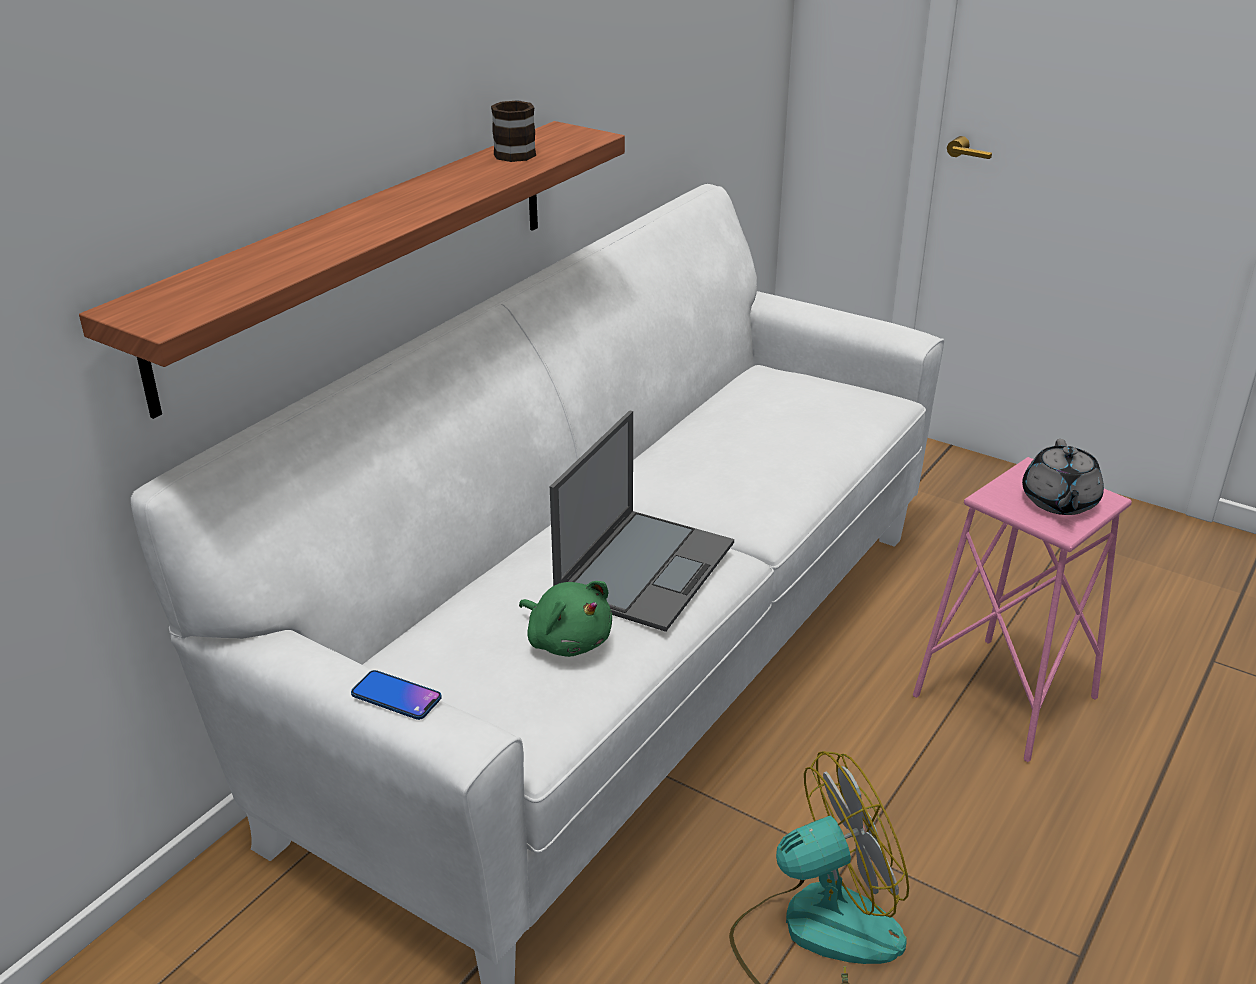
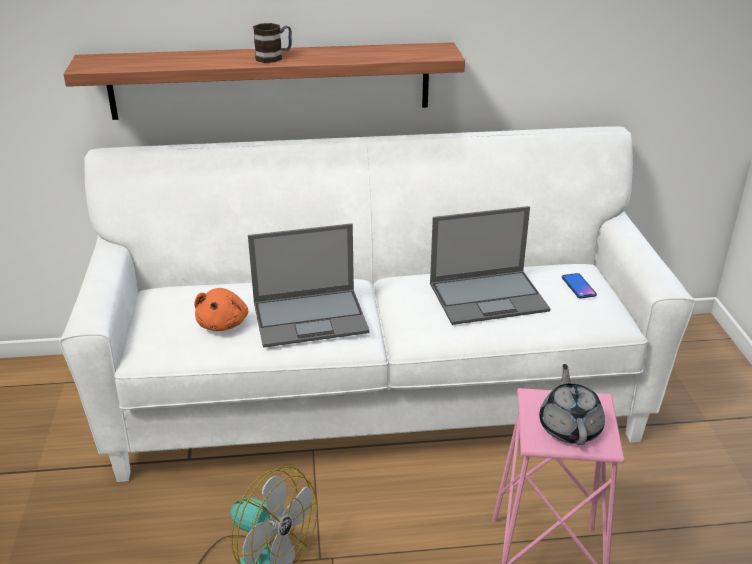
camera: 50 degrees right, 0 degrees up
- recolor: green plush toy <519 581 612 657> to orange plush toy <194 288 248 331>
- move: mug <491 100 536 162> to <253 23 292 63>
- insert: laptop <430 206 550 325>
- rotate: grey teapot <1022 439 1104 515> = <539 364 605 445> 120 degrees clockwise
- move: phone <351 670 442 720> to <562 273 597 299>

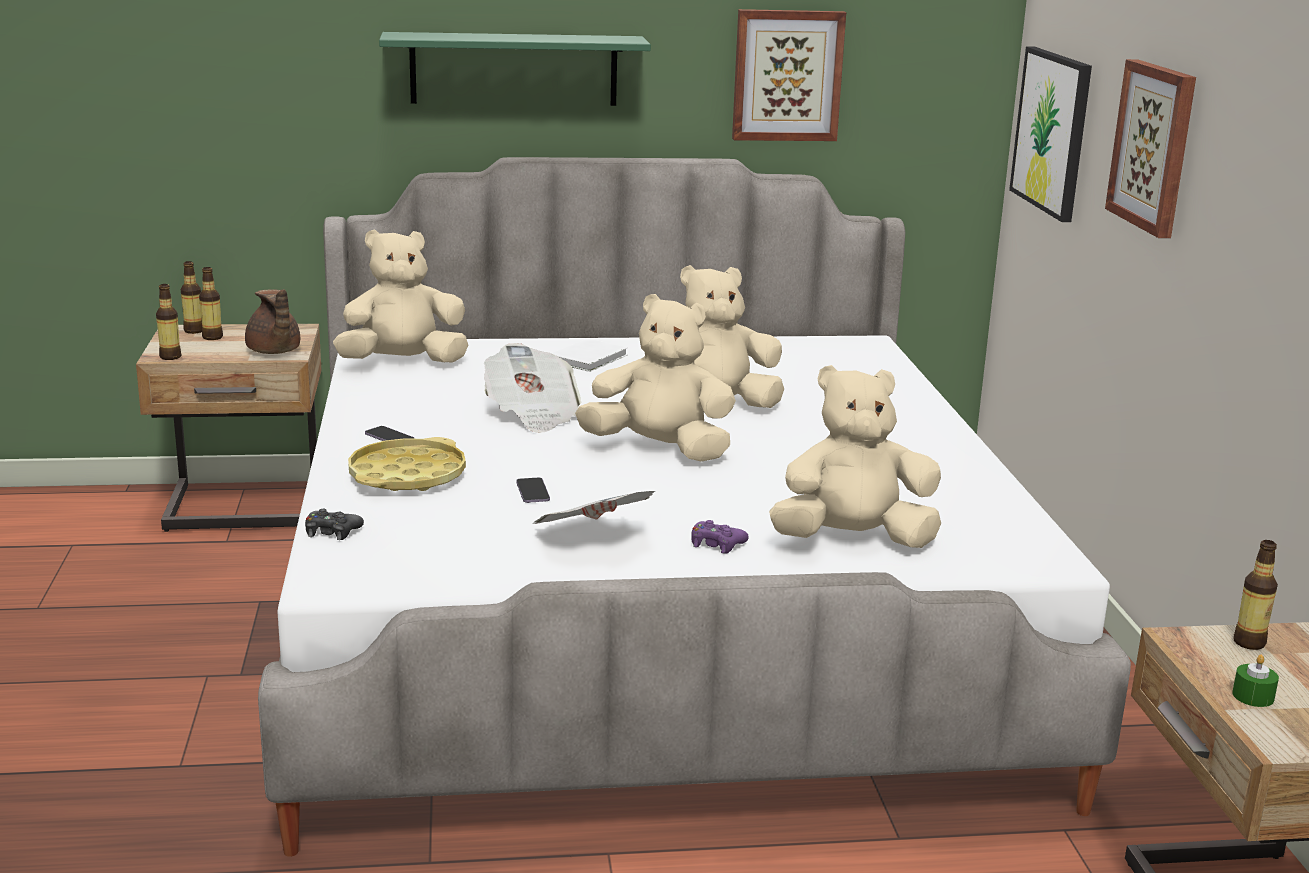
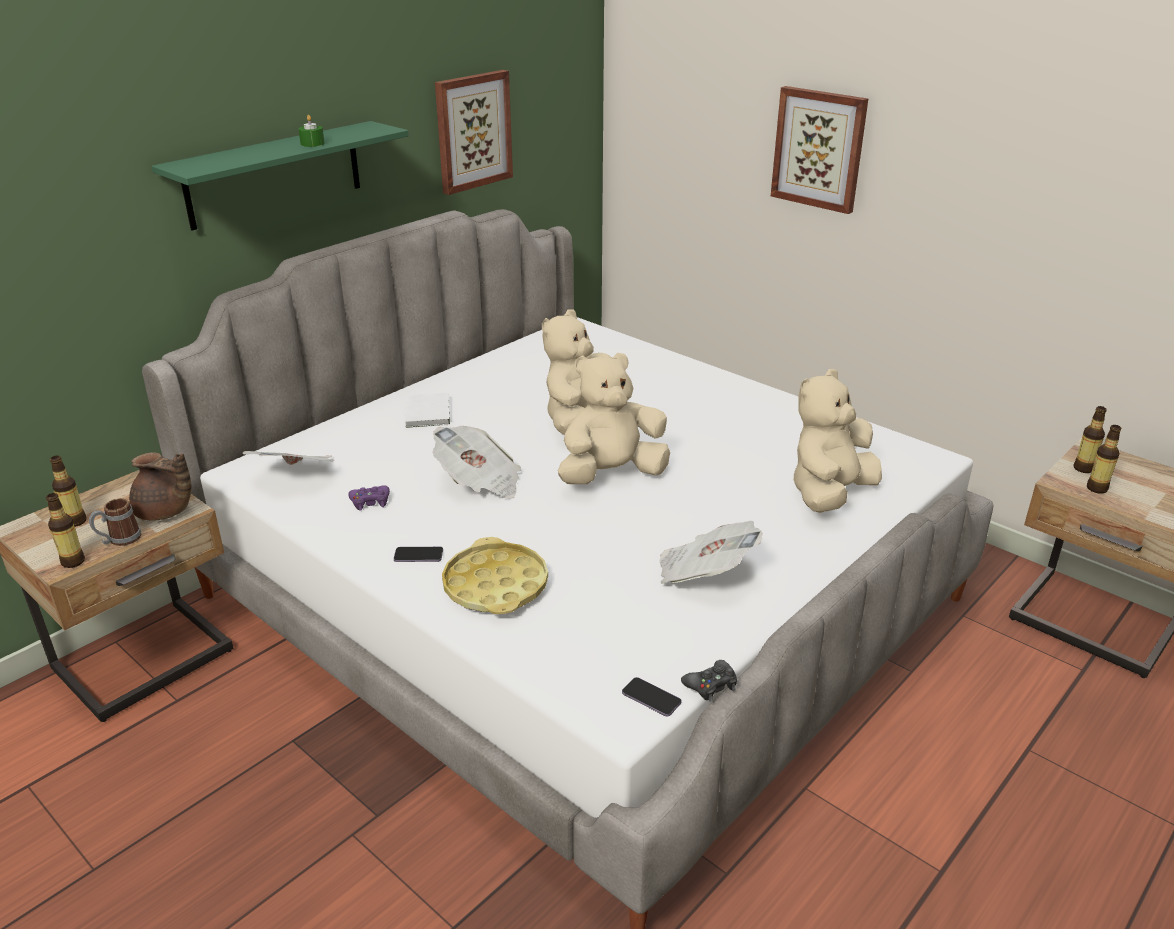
camera: 40 degrees left, 10 degrees up
- insert: mug <89 498 141 546>
- replace: beige plush toy <333 229 468 363> to newspaper <243 451 335 465>
- move: green candle <1232 655 1279 707> to <298 115 325 147>
- move: purple game controller <691 520 749 553> to <348 485 390 511>
- move: phone <516 478 550 503> to <622 677 681 717>
- move: black game controller <305 509 364 540> to <681 660 737 702>
- move: bottle <181 261 202 334> to <1087 425 1121 494>
- delete: picture <1009 46 1092 222>

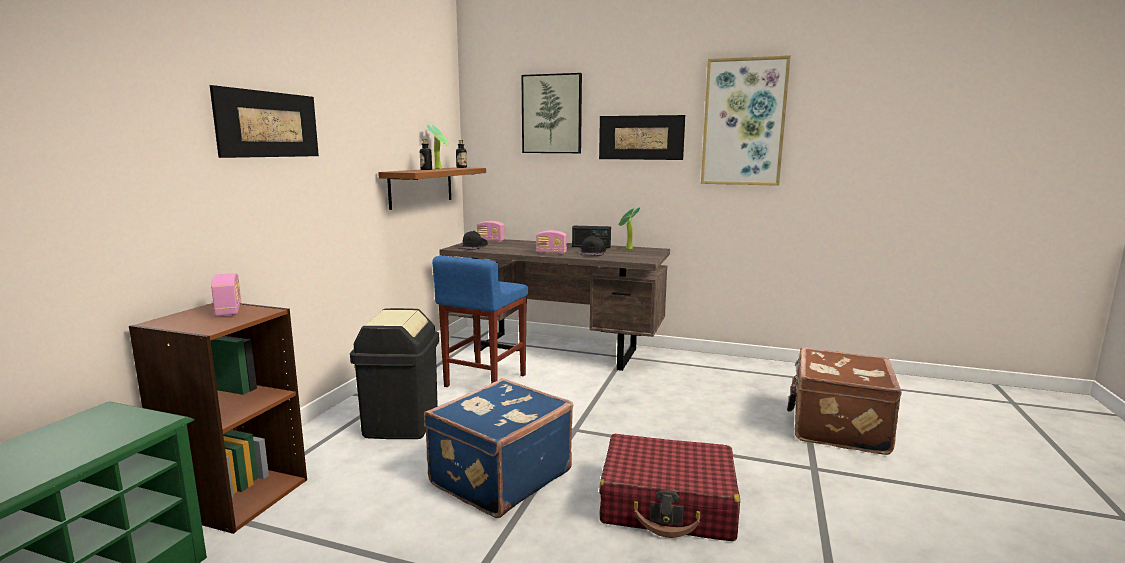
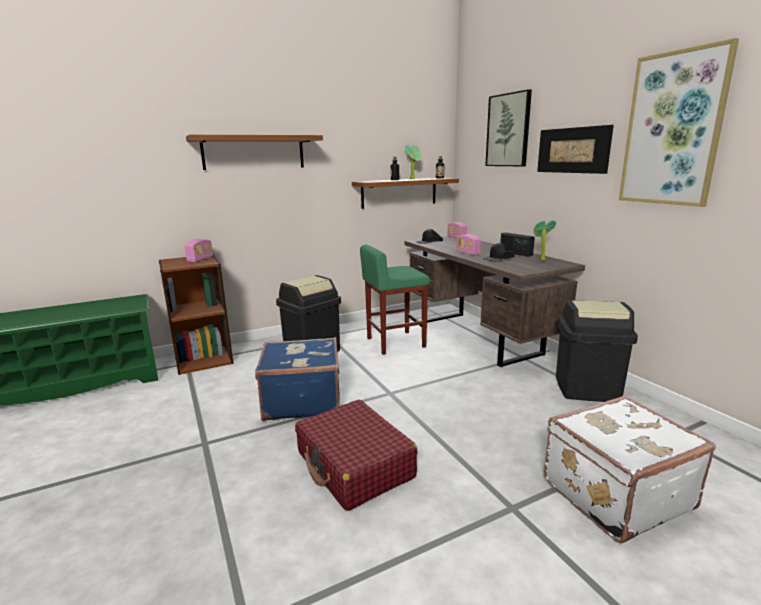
camera: 45 degrees right, 5 degrees up
- replace: picture <210 85 319 158> to shelf <186 135 323 170>
- recolor: blue stool <432 256 528 387> to green stool <360 245 430 355>
- recolor: brown suitcase <787 347 902 455> to white suitcase <544 396 716 543>
- insert: black trash can <556 300 638 402>

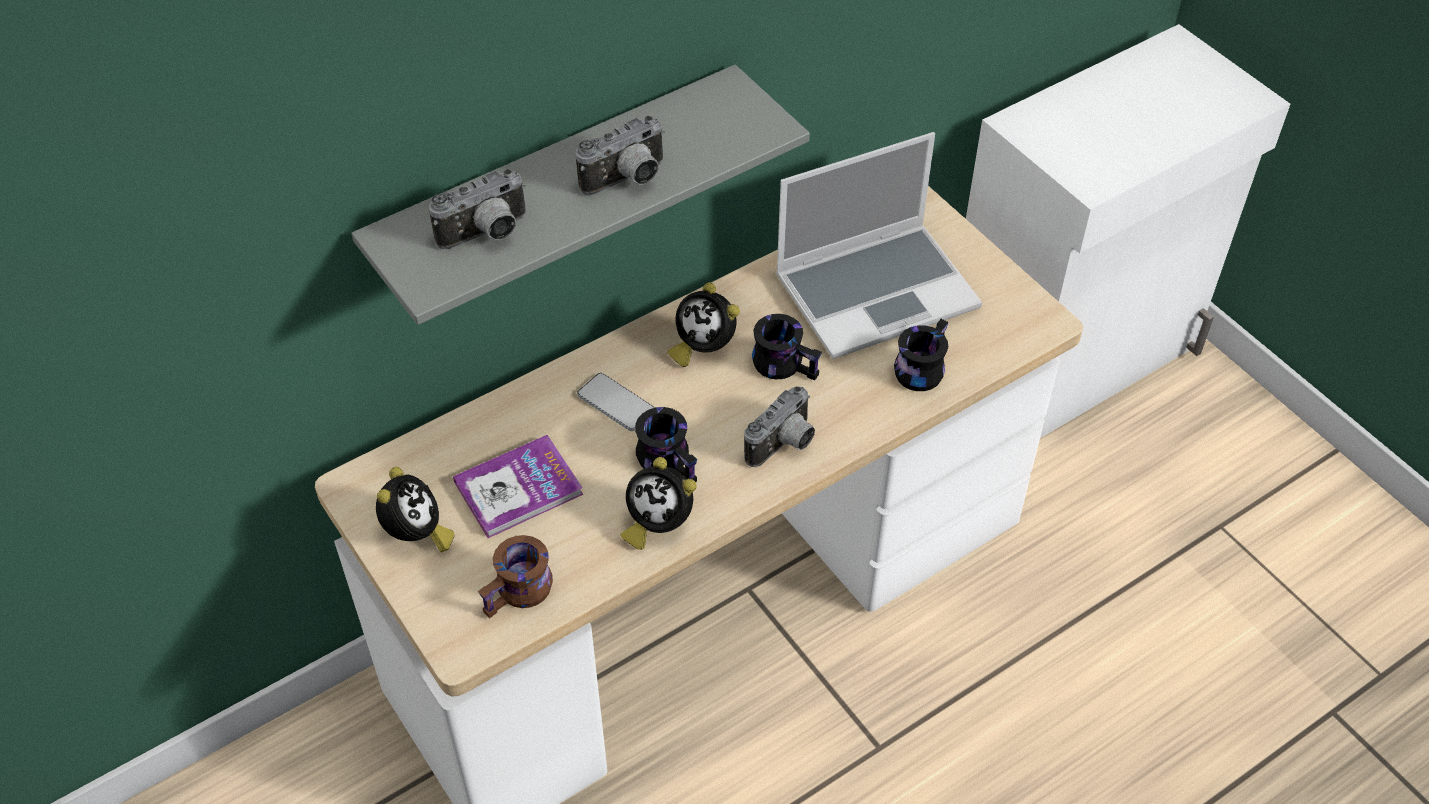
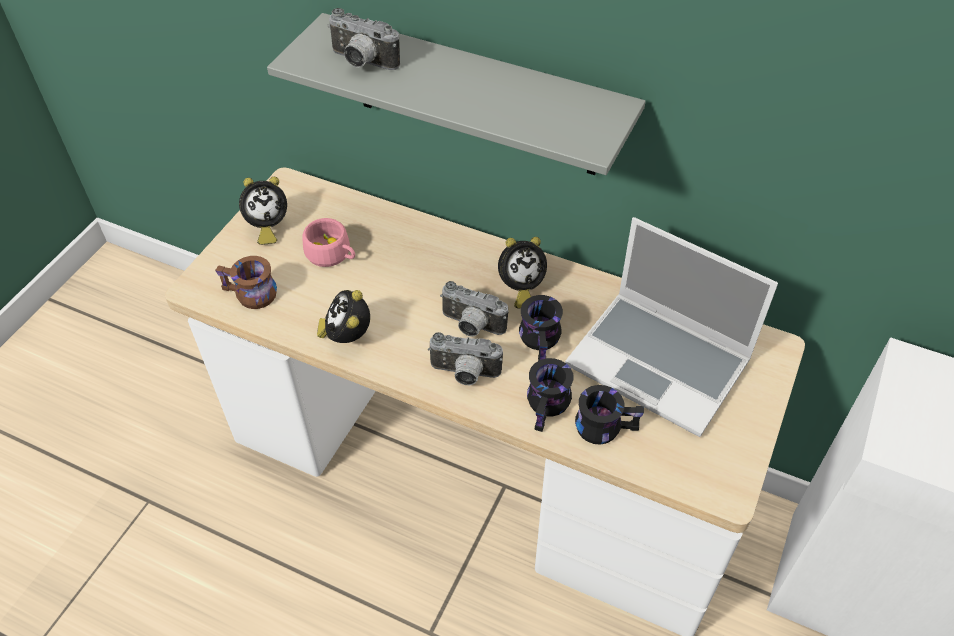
camera: 60 degrees right, 0 degrees up
- replace: book <453 435 584 538> to pink cup <302 218 355 267>
- move: photo camera <576 116 665 195> to <440 281 508 337>
- rotate: alarm clock <667 282 740 367> = <498 237 547 308> 120 degrees counterclockwise
- move: black mug <635 407 697 482> to <527 358 574 432>
- delete: phone <577 373 655 431>

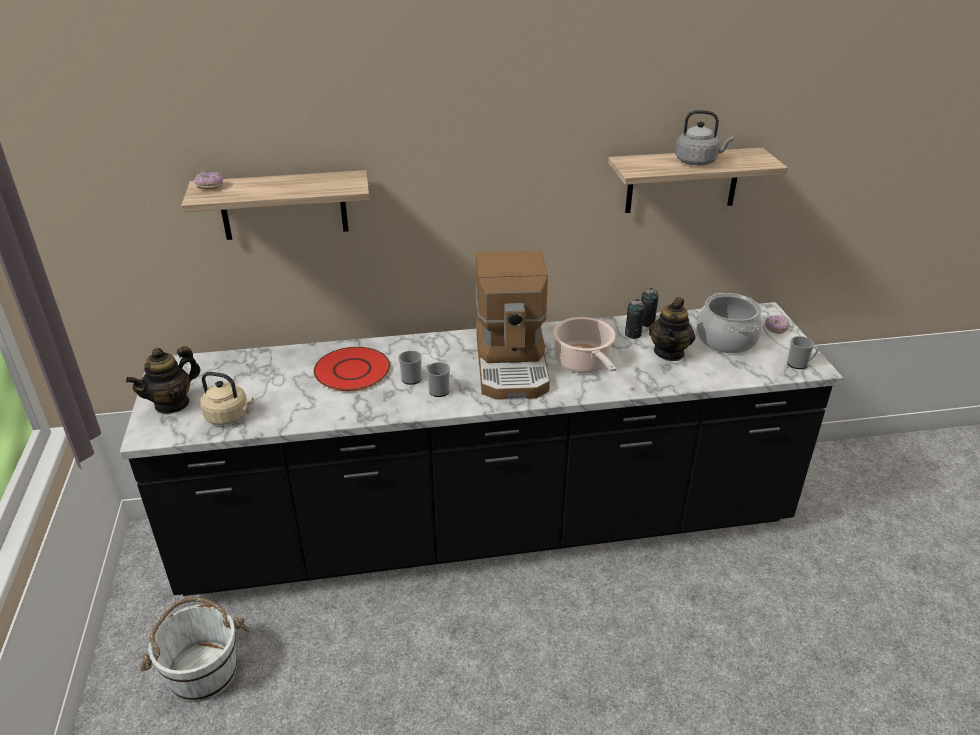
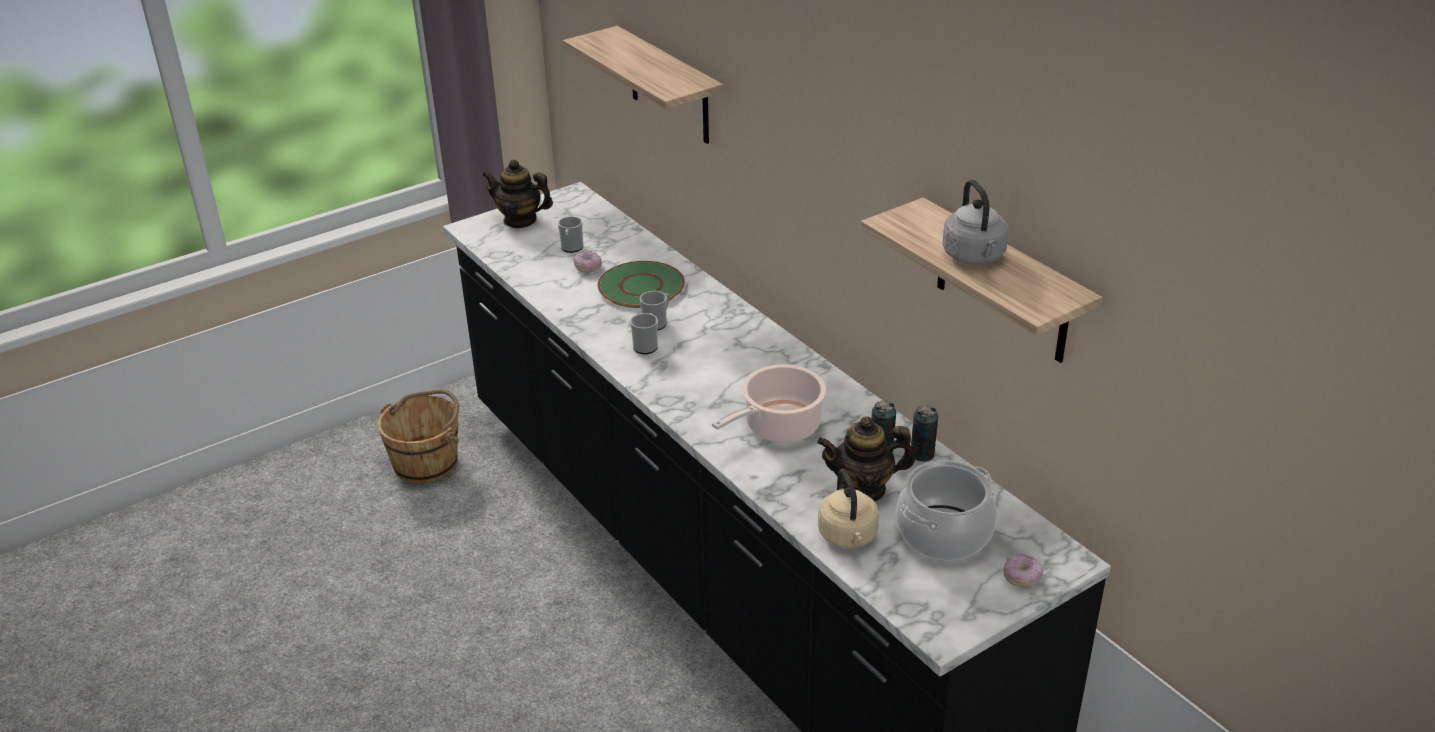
camera: 65 degrees right, 0 degrees up
- recolor: white bucket <140 597 250 702> to brown bucket <377 389 459 483>
- move: mug <787 336 819 369> to <558 216 583 253>
- move: donut <194 172 223 190> to <573 251 602 273>
- recolor: red plate <314 347 390 391> to green plate <598 261 685 308>
- move: beige kettle <200 372 254 425> to <818 469 879 548>
- delete: coffee machine <475 251 550 400>

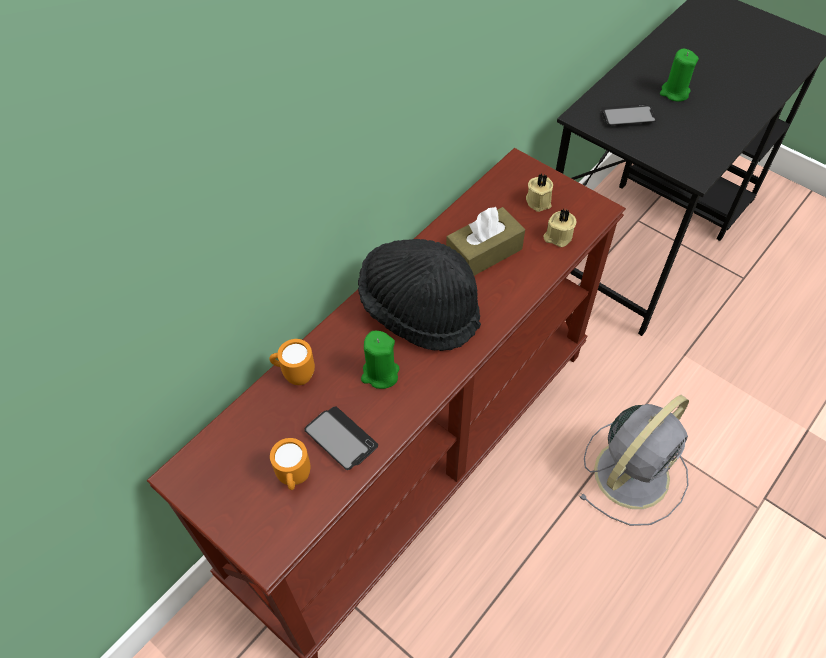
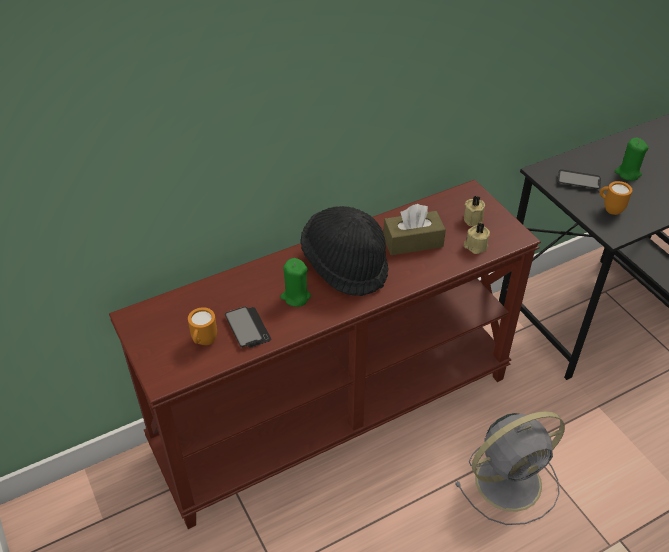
camera: 20 degrees right, 10 degrees down
- move: orange mug <269 339 315 385> to <600 181 632 215>

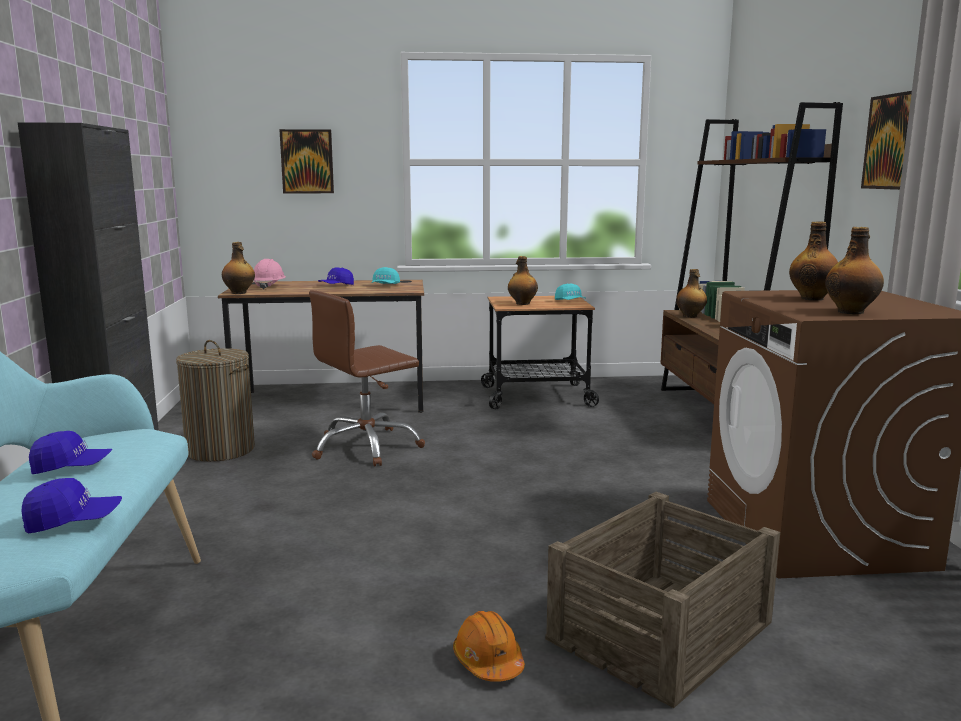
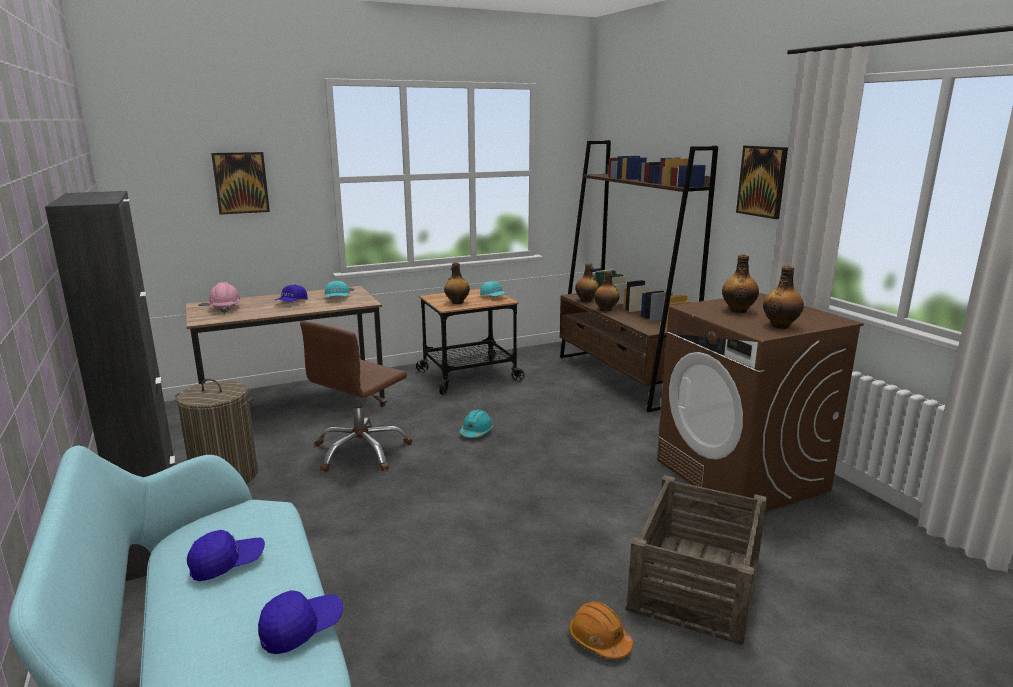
camera: 20 degrees left, 5 degrees up
- insert: turquoise hard hat <460 409 493 438>
- move: bottle <222 242 255 294> to <594 271 619 312>

